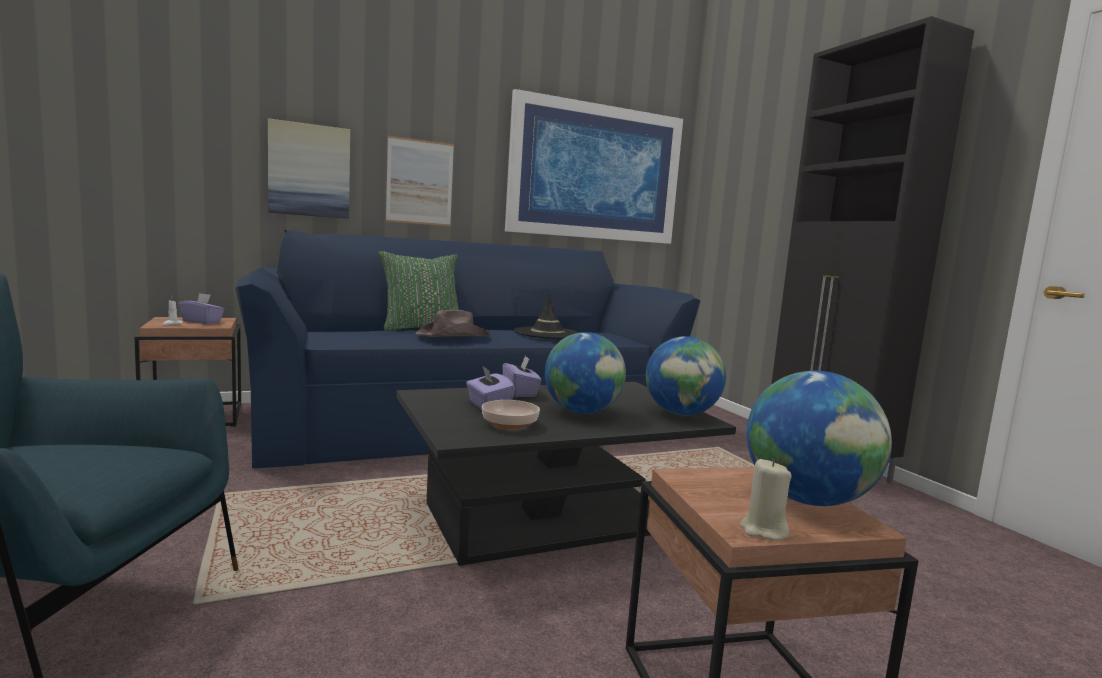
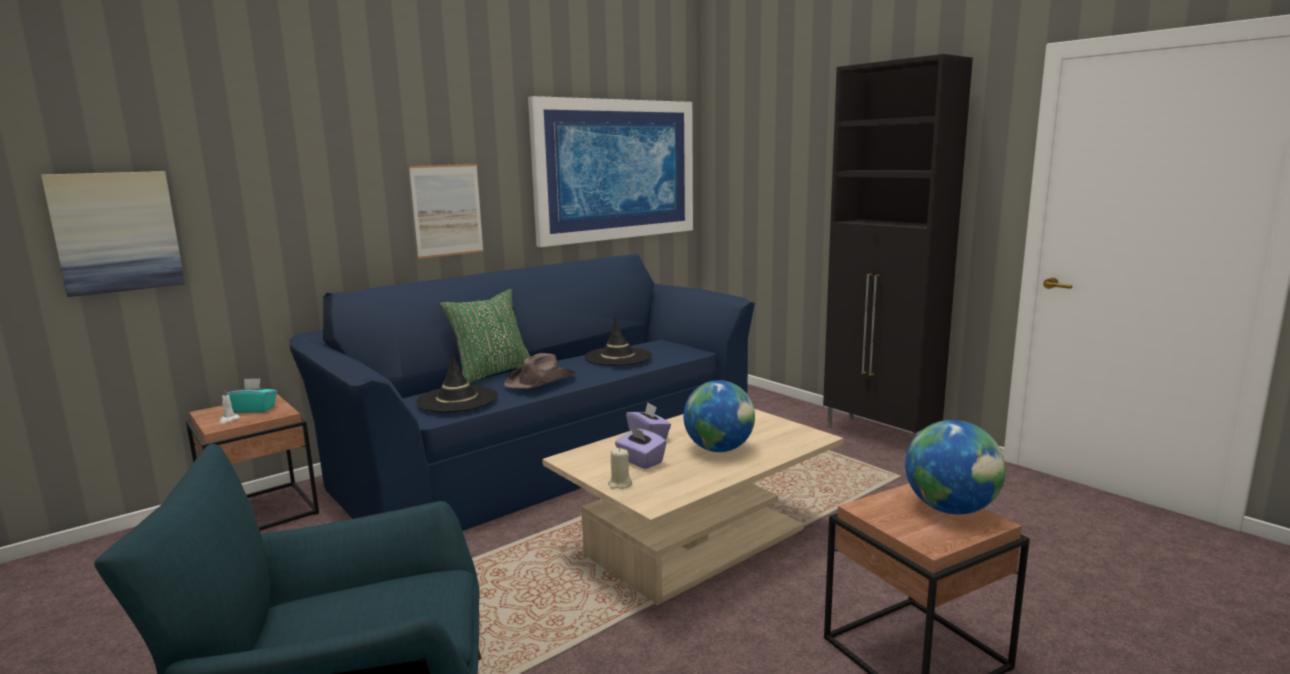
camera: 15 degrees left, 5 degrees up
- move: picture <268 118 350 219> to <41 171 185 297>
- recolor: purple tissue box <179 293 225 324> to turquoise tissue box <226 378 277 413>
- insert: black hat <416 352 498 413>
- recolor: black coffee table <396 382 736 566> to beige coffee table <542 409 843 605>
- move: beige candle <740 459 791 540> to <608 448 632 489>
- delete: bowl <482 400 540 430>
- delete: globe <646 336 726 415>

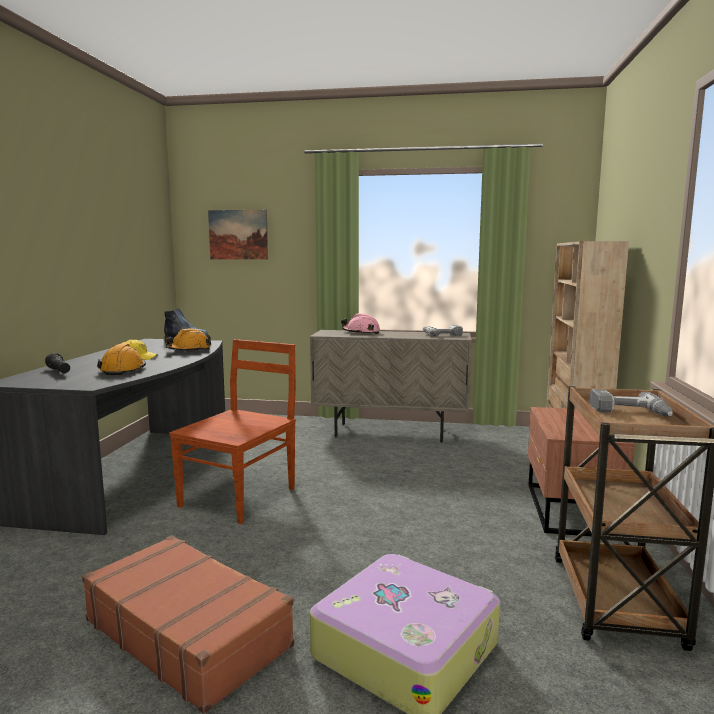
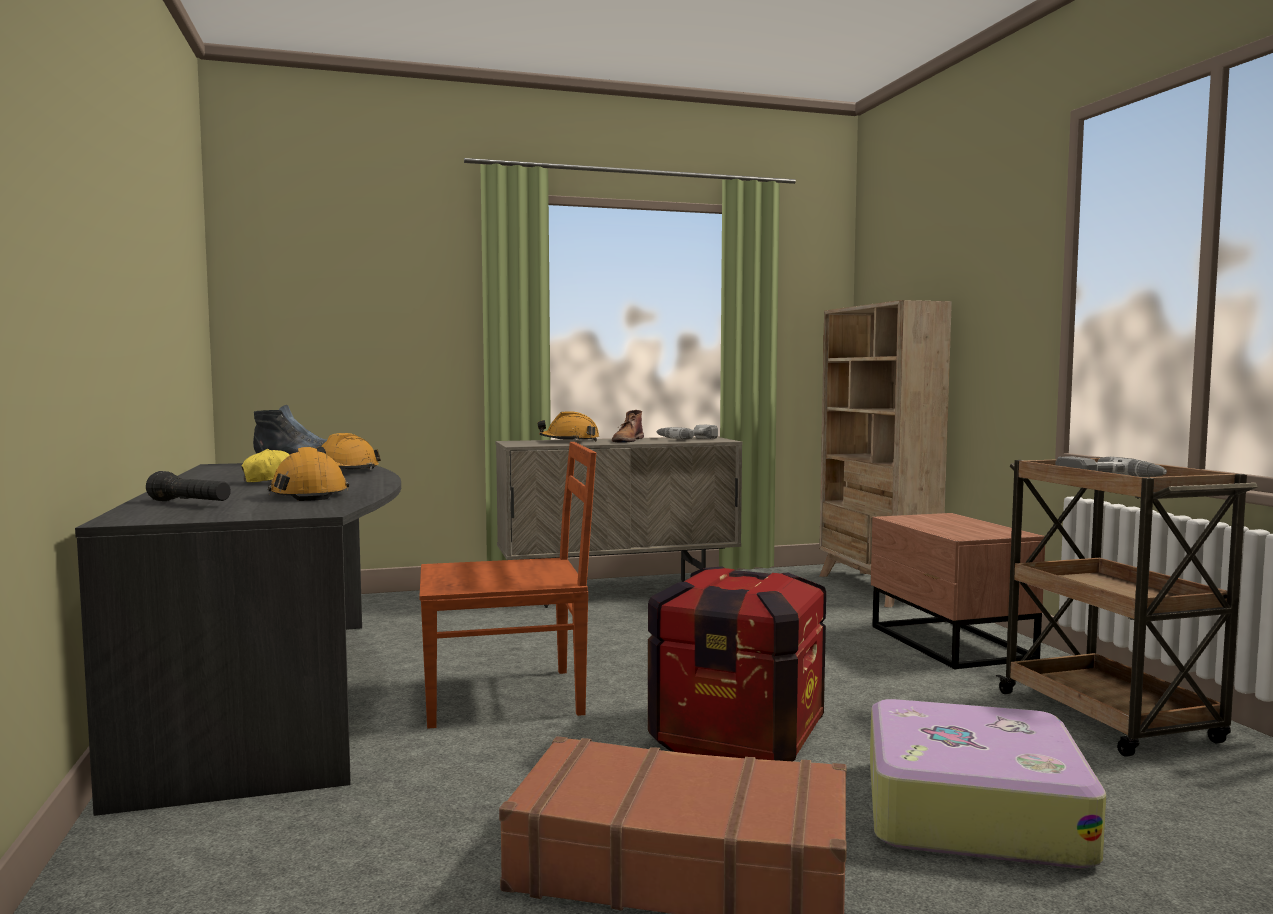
camera: 25 degrees left, 5 degrees down
- rotate: brown chair <169 339 296 524> = <419 442 597 729> 75 degrees clockwise
- recolor: pink hard hat <341 314 380 334> to orange hard hat <537 411 599 441>
- insert: brown boot <612 410 644 443>
- insert: crate <648 567 826 761>
- delete: picture <208 210 268 260>

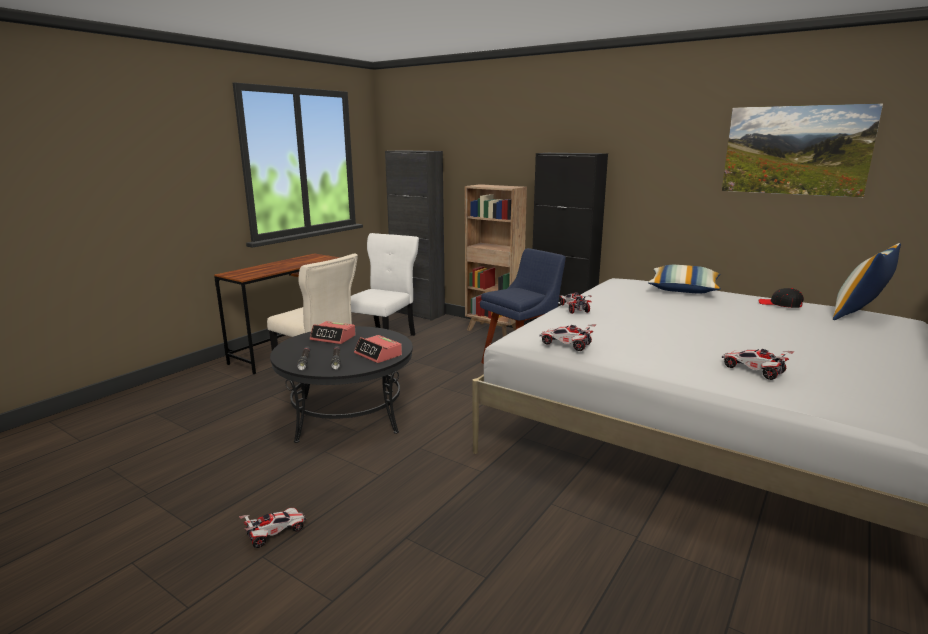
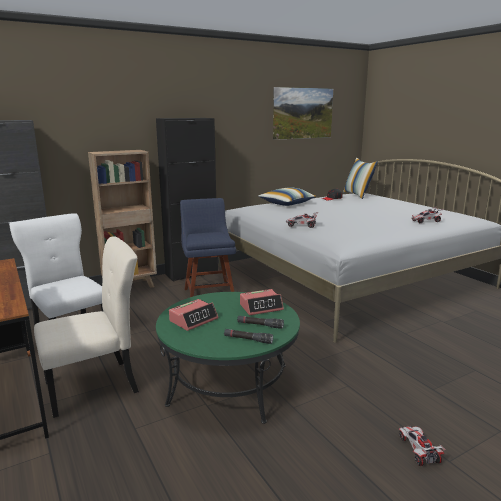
camera: 65 degrees left, 0 degrees up
- recolor: black coffee table <270 326 413 443> to green coffee table <156 292 300 424>
- delete: toy car <539 324 597 351>

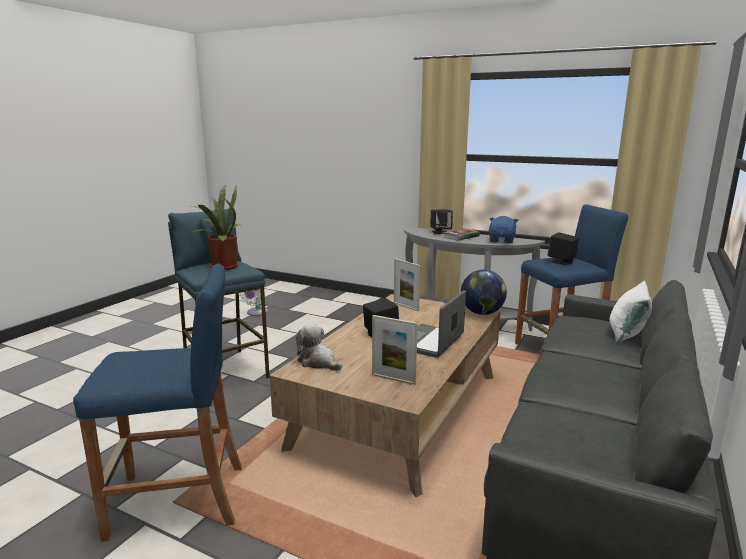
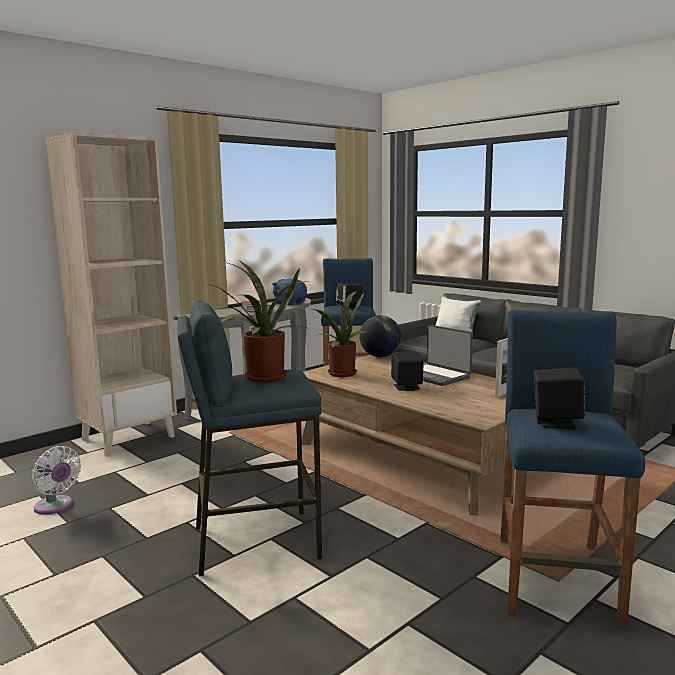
camera: 70 degrees left, 5 degrees down
- insert: beige bookcase <46 132 177 457>
- replace: picture frame <394 259 421 311> to potted plant <315 291 366 377>
- move: black speaker <431 209 453 234> to <534 368 585 429>
- delete: plush toy <295 324 342 371>

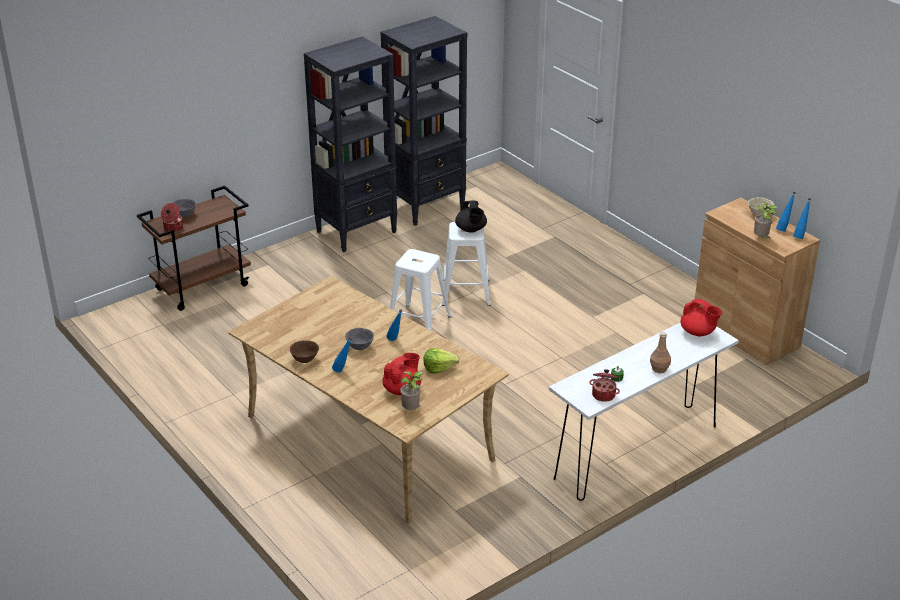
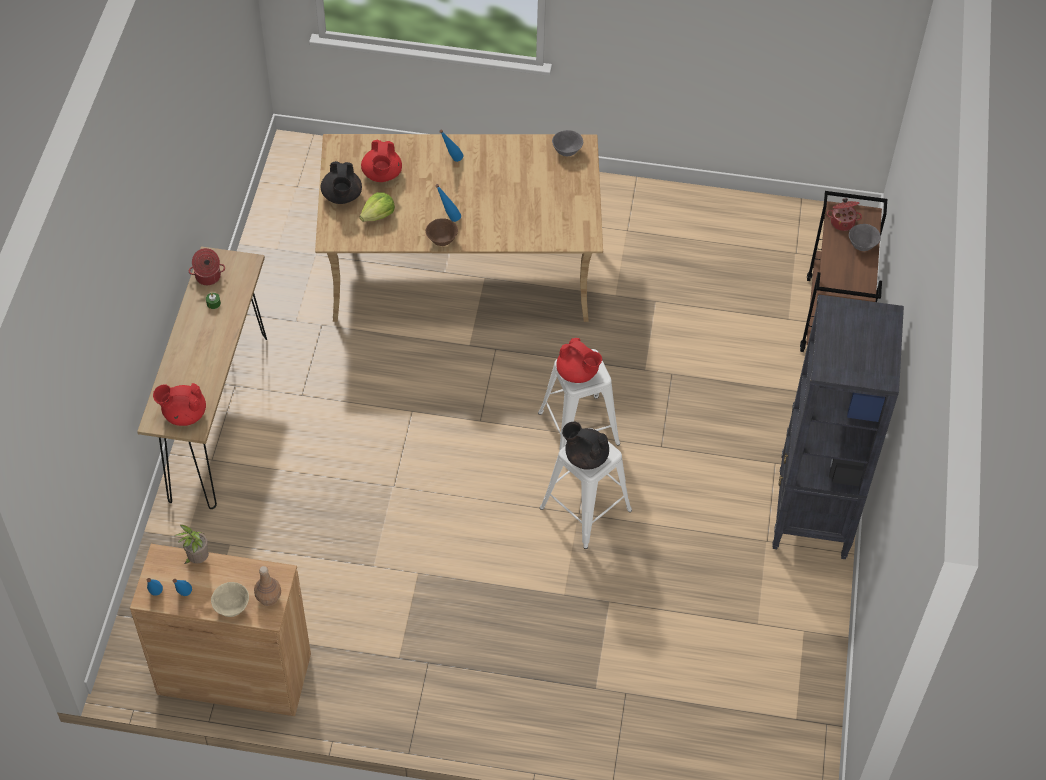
camera: 135 degrees right, 20 degrees up
- recolor: white console table <549 322 739 501> to brown console table <137 246 267 509>
- move: brown bottle <650 332 671 373> to <254 566 281 606>
- insert: black teapot <321 161 362 204>
- move: brown bowl <290 340 319 363> to <426 218 458 246>
- move: grey bowl <345 328 374 350> to <552 130 583 156>
- insert: red teapot <556 338 602 383>
- delete: black bookcase <381 16 467 226>
- delete: potted plant <400 371 424 410>

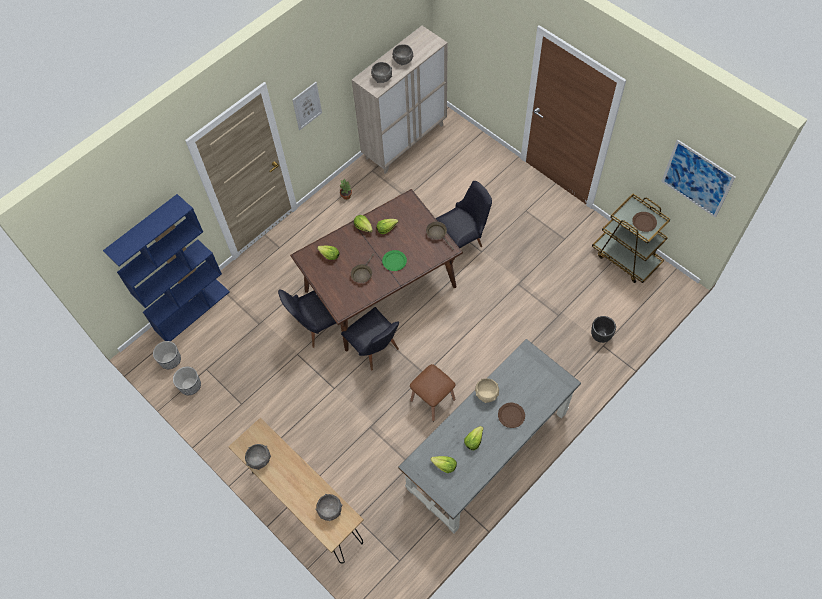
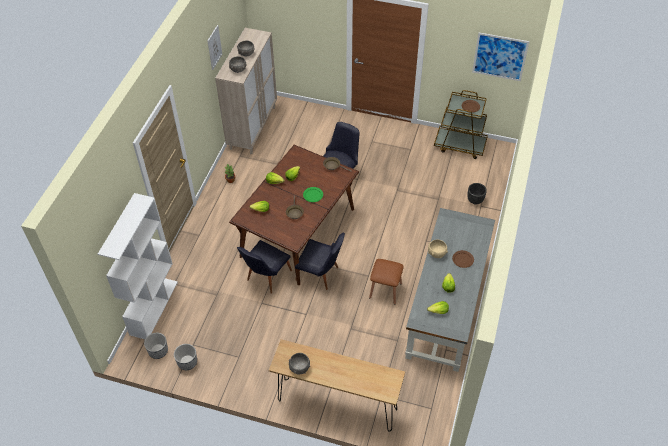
camera: 30 degrees left, 10 degrees down
- recolor: blue bookcase <103 194 230 341> to white bookcase <98 193 178 339>
- move: picture <292 82 322 130> to <208 25 222 70>
- delete: grey bowl <315 494 343 521>

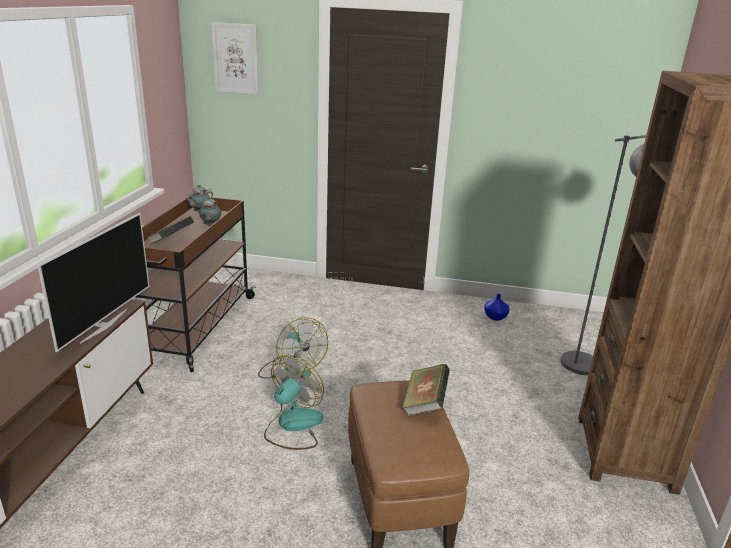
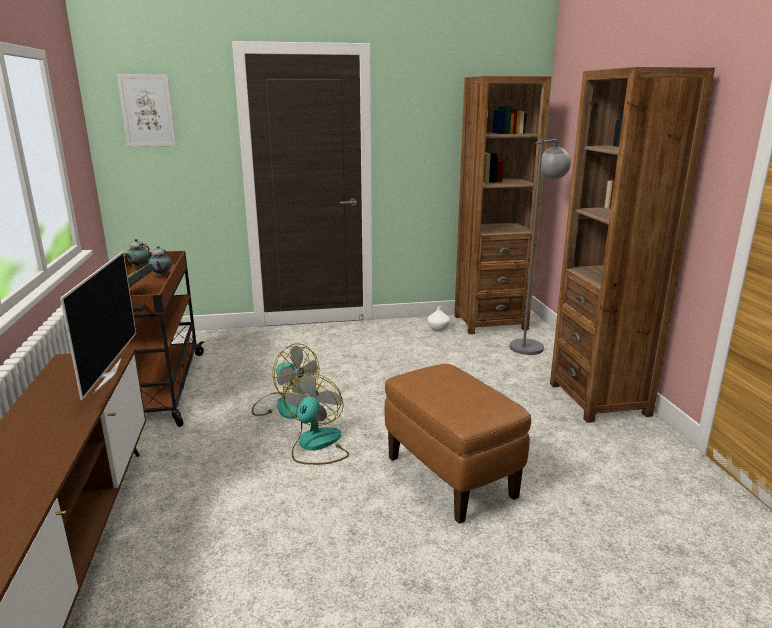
camera: 20 degrees left, 5 degrees down
- recolor: blue vase <484 294 510 321> to white vase <427 306 450 331>
- insert: brown bookcase <454 76 551 334>
- delete: book <402 364 450 416>

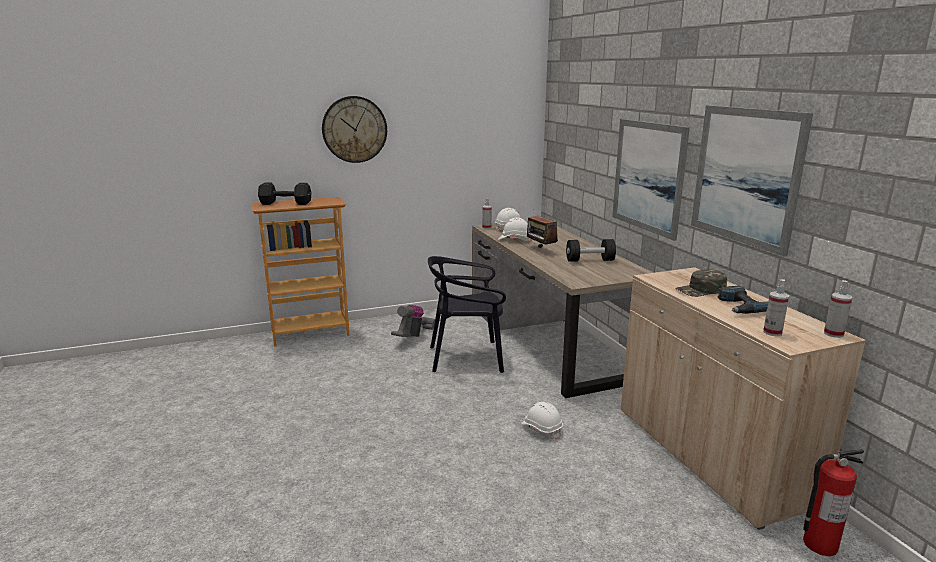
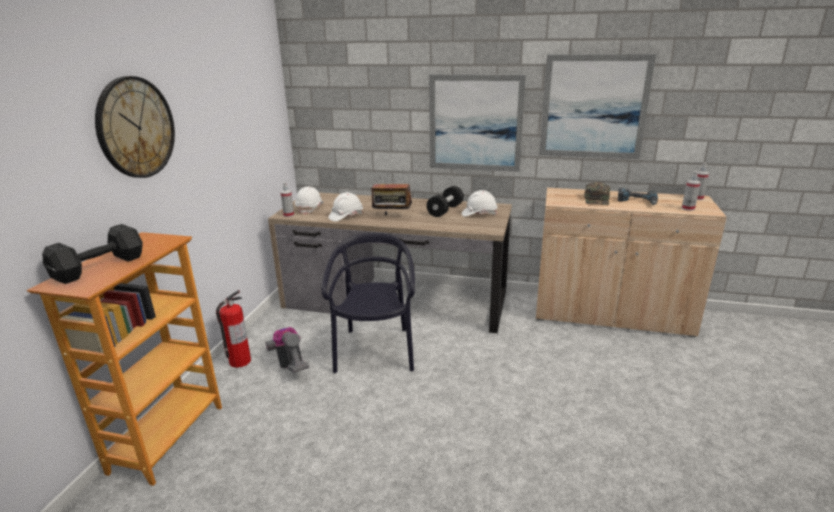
camera: 55 degrees left, 5 degrees up
- move: fire extinguisher <803 449 864 556> to <216 290 251 368>
- rotate: black chair <428 256 506 373> = <322 233 415 373> 150 degrees clockwise
- move: white hard hat <521 402 563 439> to <462 190 497 217>

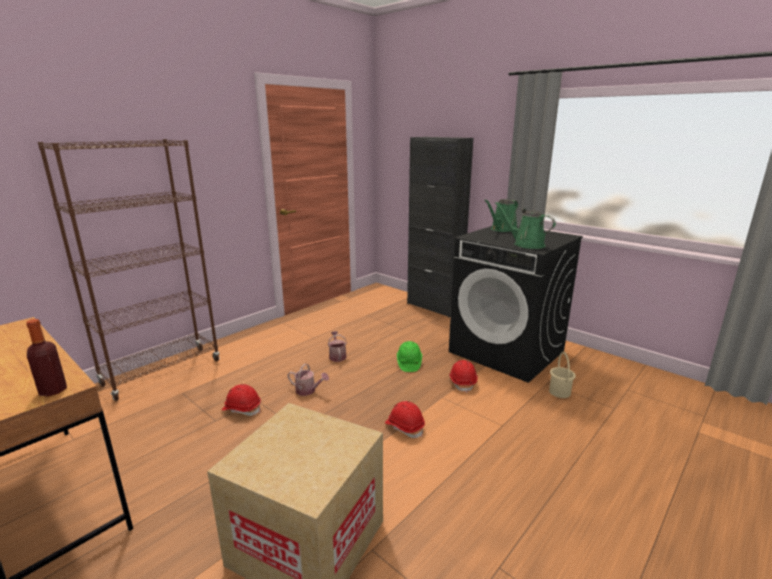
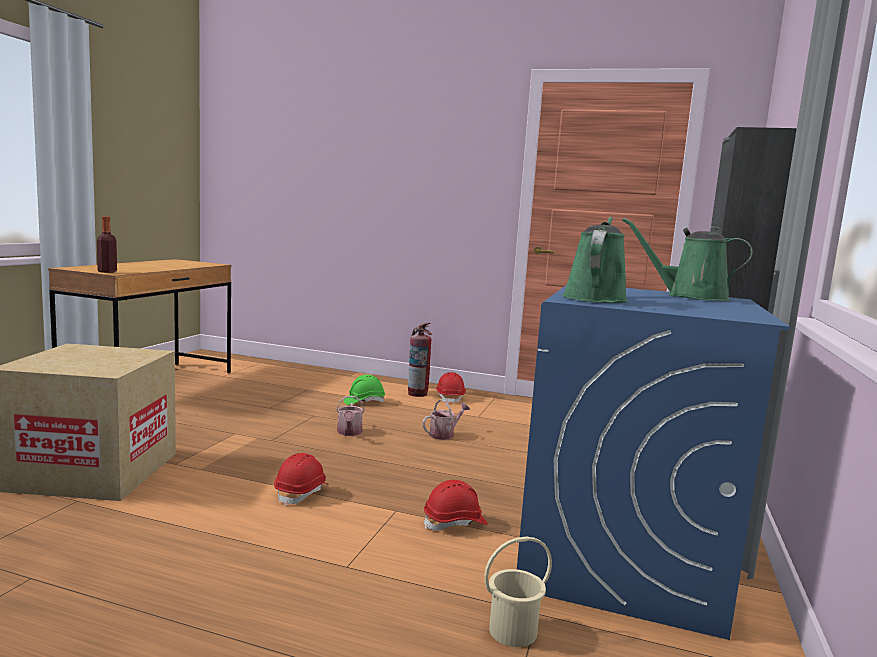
camera: 65 degrees right, 10 degrees down
- move: green hard hat <397 341 422 372> to <344 375 385 405>
- insert: fire extinguisher <408 323 432 397>
- move: red hard hat <222 384 261 416> to <436 372 466 404>
- recolor: black washing machine <449 226 583 383> to blue washing machine <517 285 790 640>
- delete: brown bookcase <38 139 220 401>

